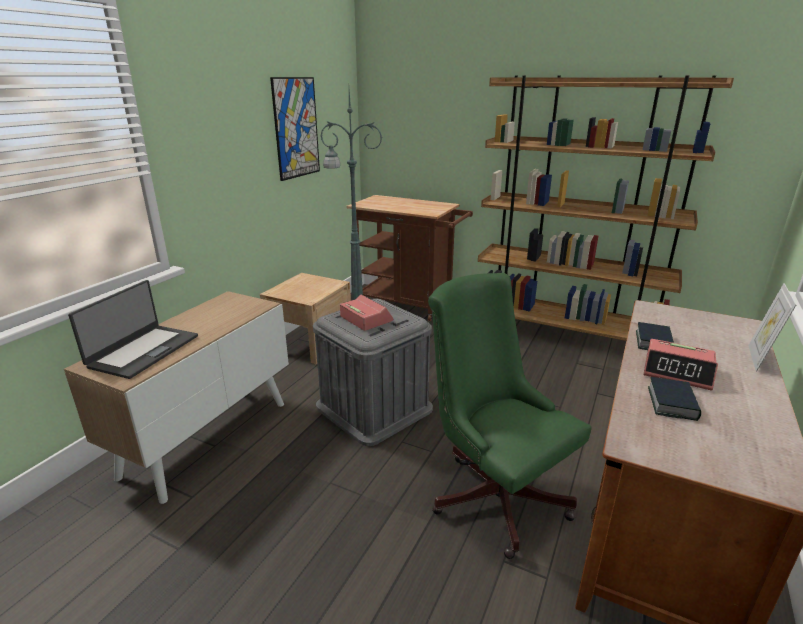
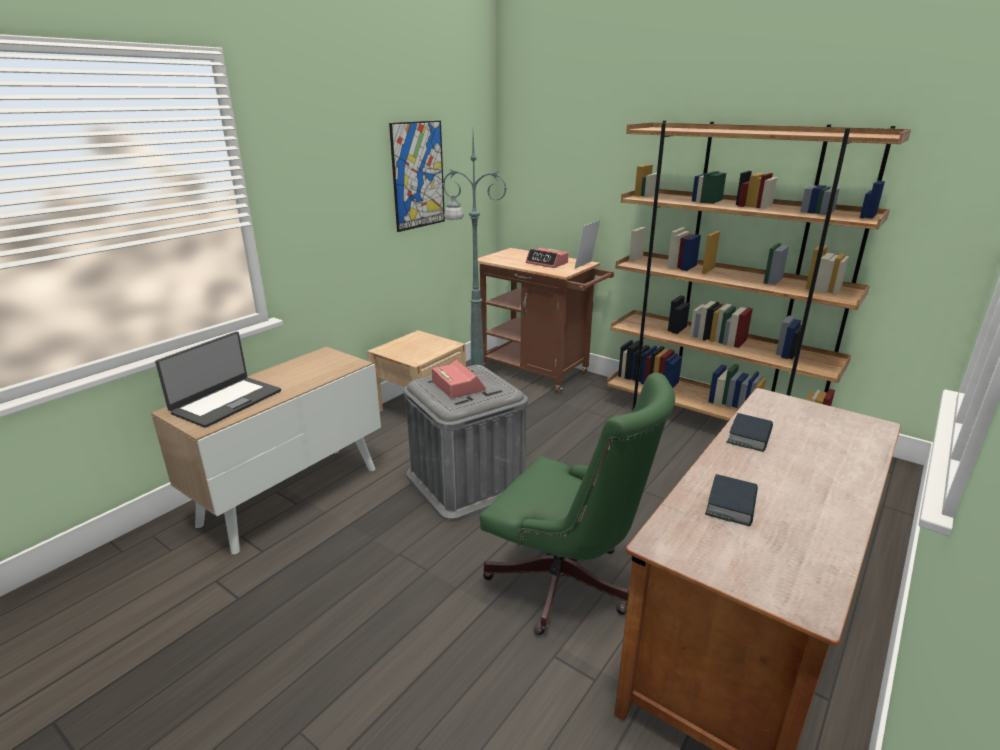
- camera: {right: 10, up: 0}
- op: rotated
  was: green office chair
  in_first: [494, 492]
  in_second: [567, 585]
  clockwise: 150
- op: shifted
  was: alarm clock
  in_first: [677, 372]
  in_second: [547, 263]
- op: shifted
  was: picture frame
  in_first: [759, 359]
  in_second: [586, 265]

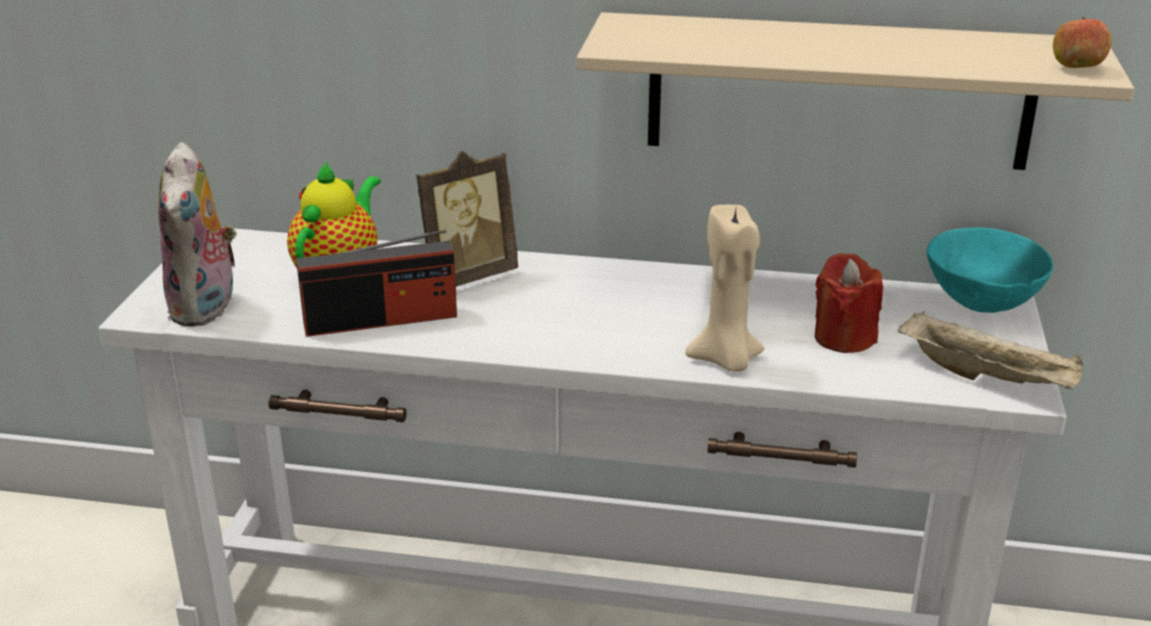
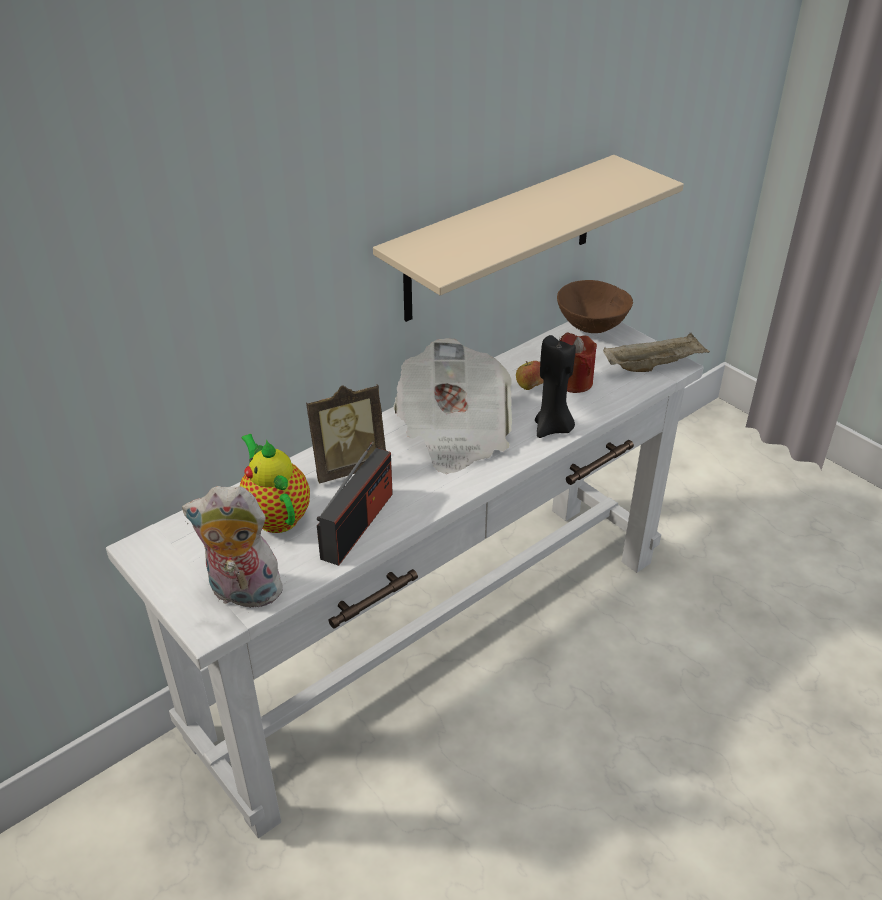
- camera: {right: -50, up: 10}
- op: rotated
  was: plush toy
  in_first: [207, 308]
  in_second: [242, 594]
  clockwise: 150
- op: rotated
  was: picture frame
  in_first: [465, 276]
  in_second: [347, 467]
  clockwise: 60
- op: repainted
  was: beige candle
  now: black candle
  in_first: [726, 360]
  in_second: [552, 428]
- op: repainted
  was: turquoise bowl
  now: brown bowl
  in_first: [979, 304]
  in_second: [590, 328]
- op: shifted
  was: apple
  in_first: [1076, 68]
  in_second: [530, 387]
- op: new
  now: newspaper
  in_second: [454, 433]

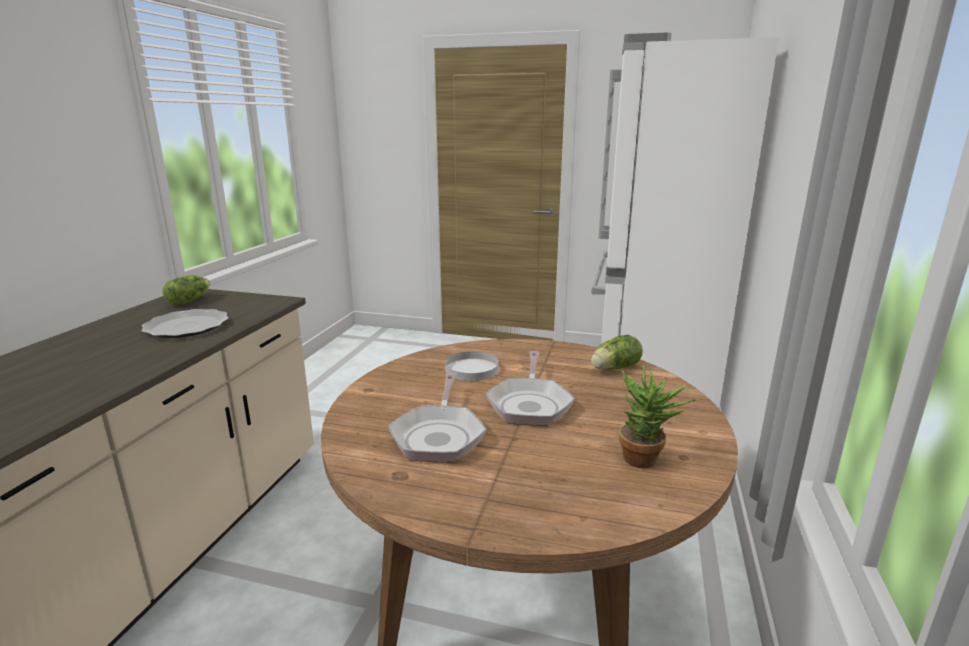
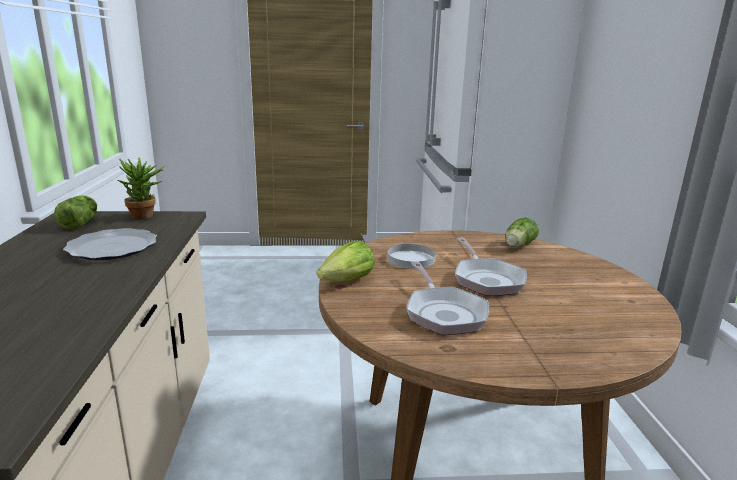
- camera: {right: -20, up: 0}
- op: shifted
  was: potted plant
  in_first: [646, 461]
  in_second: [146, 217]
- op: new
  now: lettuce
  in_second: [347, 281]

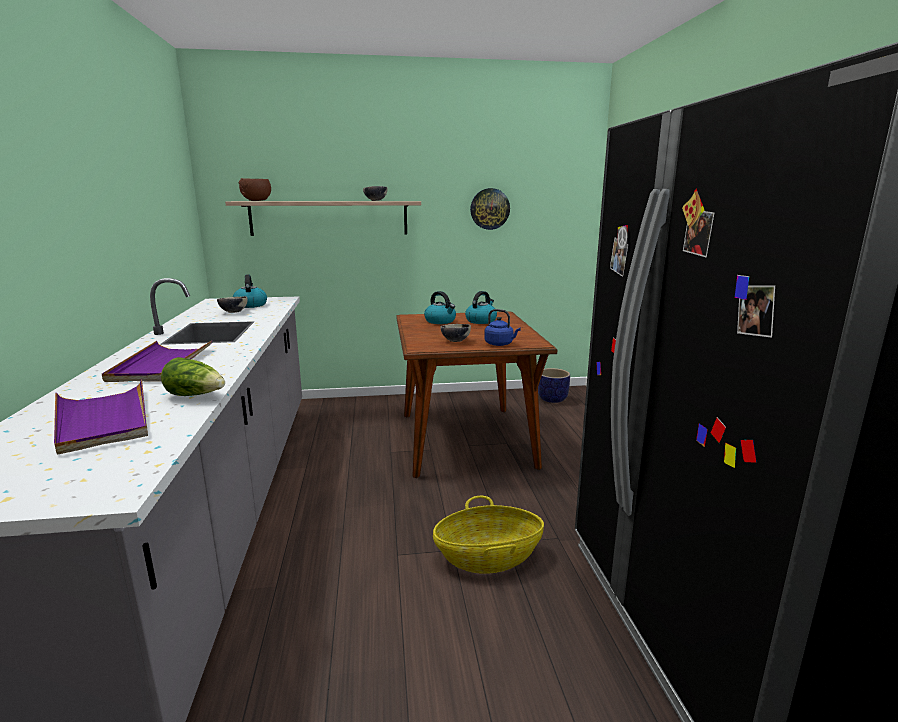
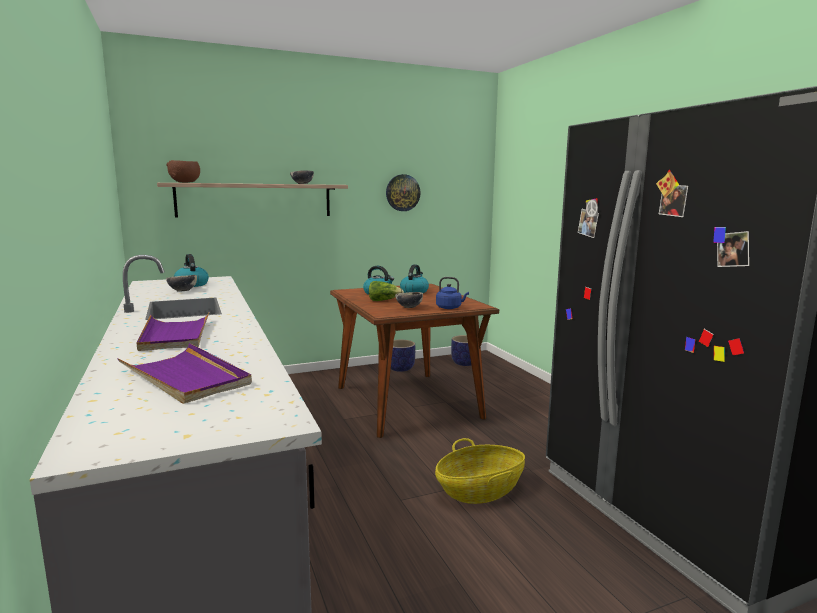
- camera: {right: -15, up: -5}
- op: shifted
  was: lettuce
  in_first: [196, 395]
  in_second: [384, 300]
- op: new
  now: planter
  in_second: [400, 368]

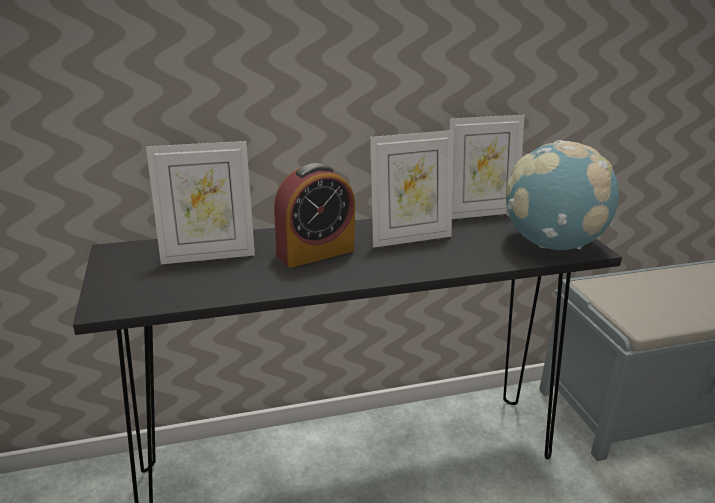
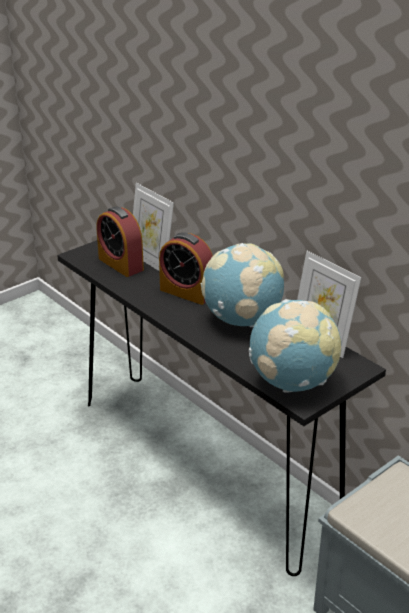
- camera: {right: 65, up: 5}
- op: swapped
  was: picture frame
  now: globe
  in_first: [409, 238]
  in_second: [242, 320]
- op: new
  now: alarm clock
  in_second: [121, 264]

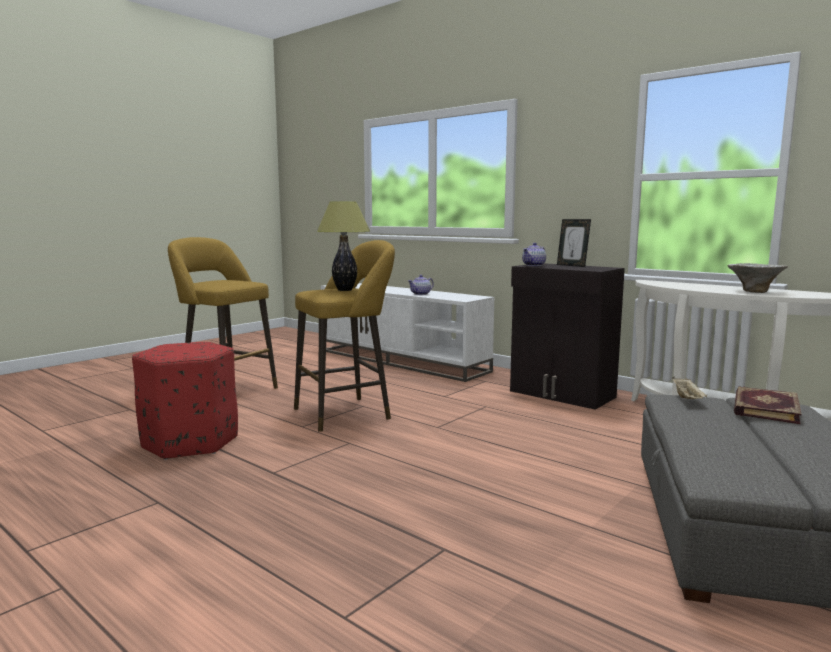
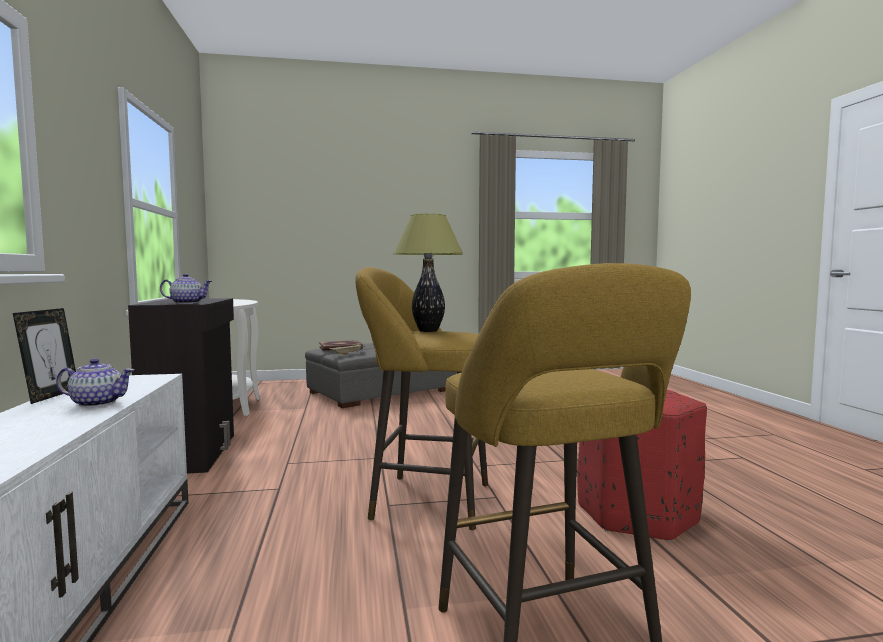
- camera: {right: -140, up: -5}
- op: shifted
  was: picture frame
  in_first: [572, 265]
  in_second: [51, 396]
- op: gone
  was: bowl
  in_first: [753, 291]

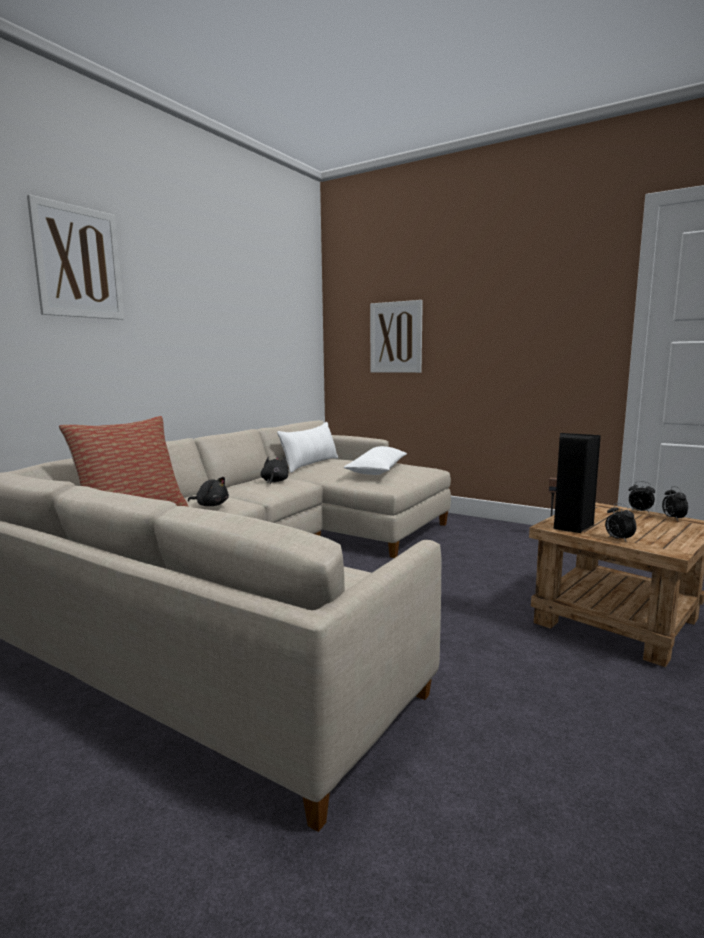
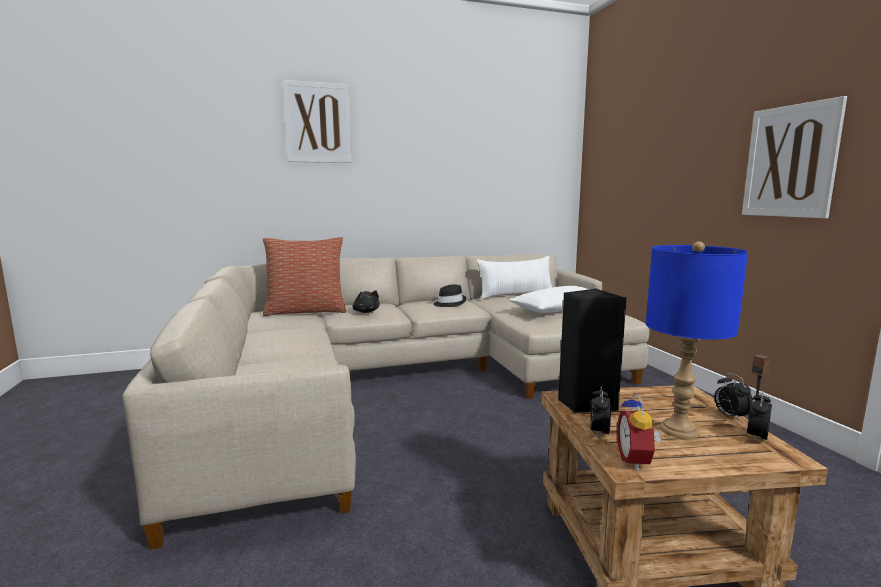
- camera: {right: 40, up: 0}
- op: swapped
  was: black plush toy
  now: black hat
  in_first: [274, 481]
  in_second: [449, 303]
- op: shifted
  was: picture
  in_first: [396, 337]
  in_second: [790, 161]
- op: new
  now: alarm clock
  in_second: [637, 461]
- op: new
  now: blue table lamp
  in_second: [680, 430]

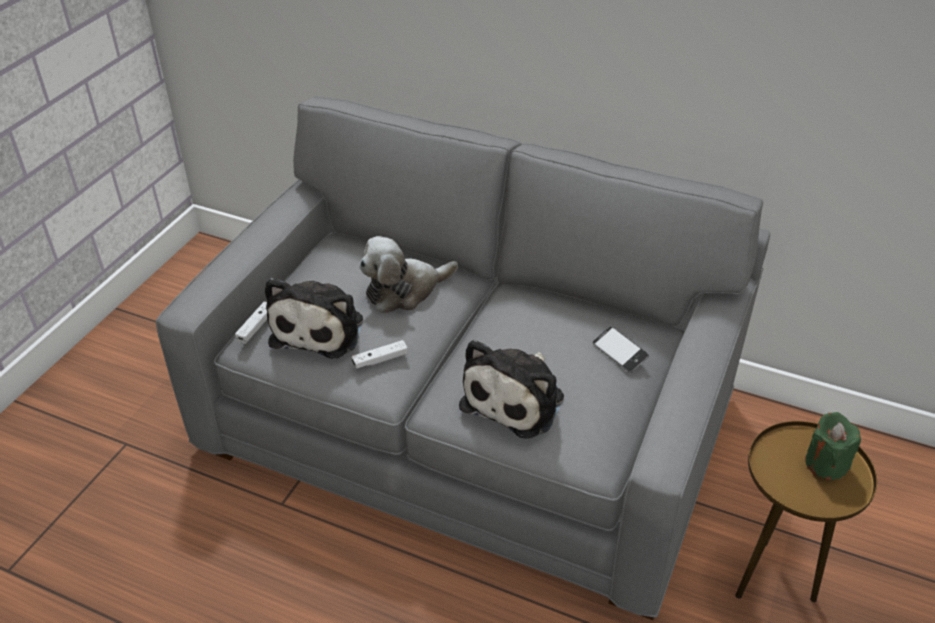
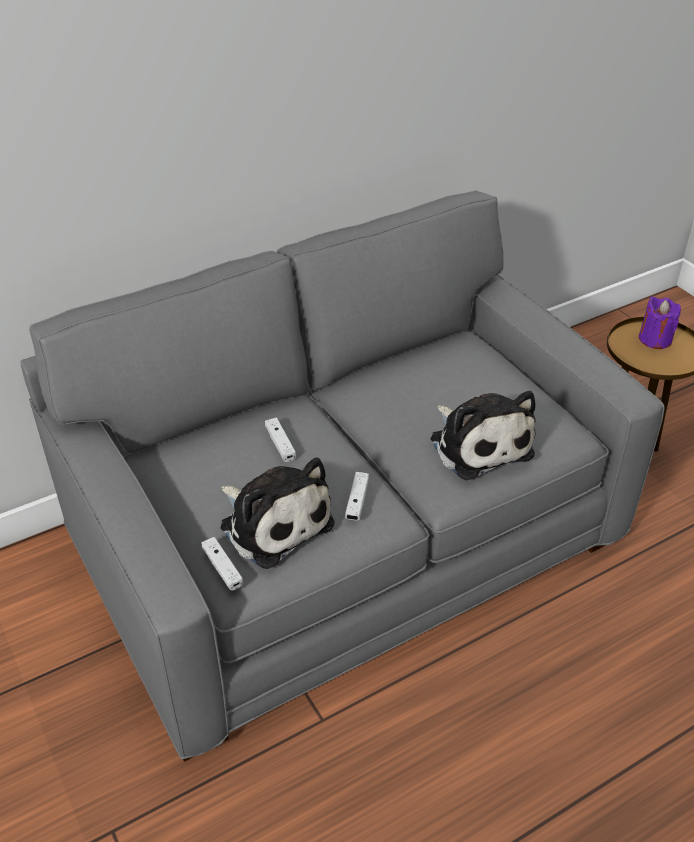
- camera: {right: -55, up: 0}
- op: swapped
  was: plush toy
  now: white game controller
  in_first: [405, 291]
  in_second: [280, 444]
- op: gone
  was: phone
  in_first: [619, 353]
- op: repainted
  was: green candle
  now: purple candle
  in_first: [826, 464]
  in_second: [655, 339]

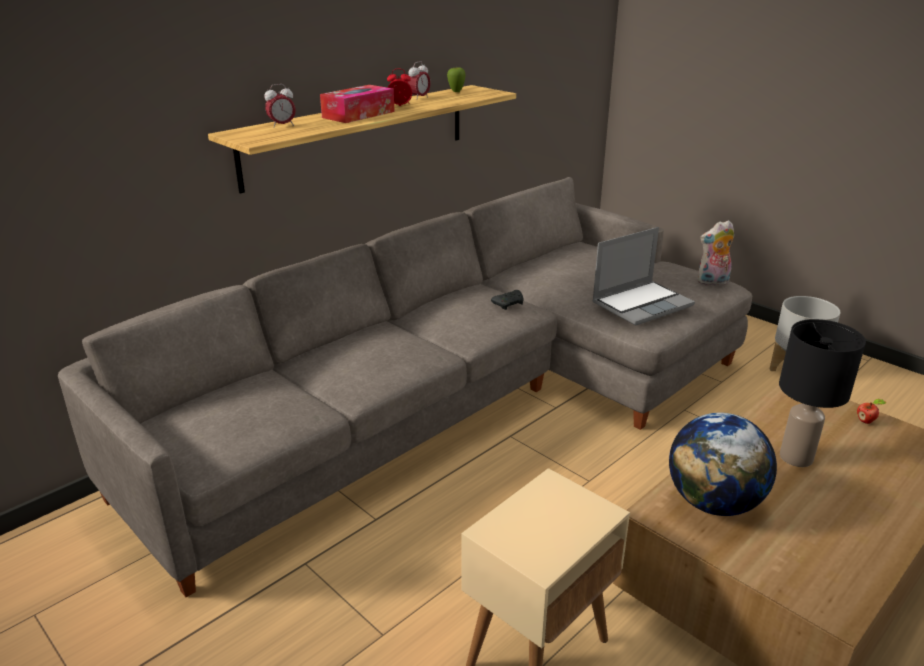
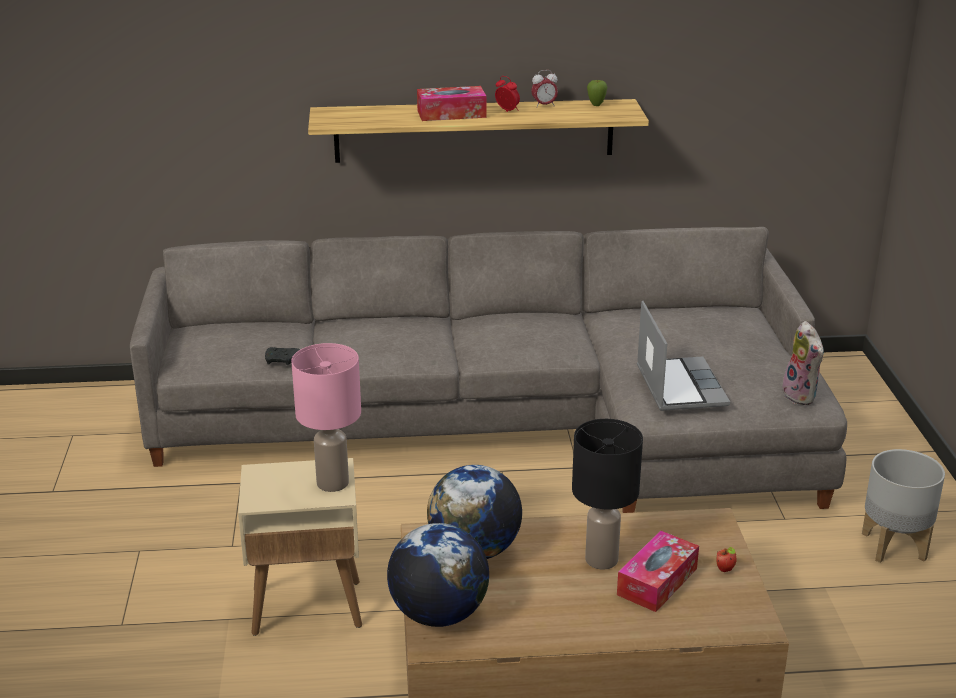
- camera: {right: 40, up: 0}
- op: gone
  was: alarm clock
  in_first: [282, 126]
- op: shifted
  was: black game controller
  in_first: [509, 304]
  in_second: [282, 361]
- op: rotated
  was: laptop
  in_first: [642, 304]
  in_second: [679, 386]
  clockwise: -105
- op: rotated
  was: plush toy
  in_first: [712, 282]
  in_second: [802, 396]
  clockwise: -135
- op: new
  now: pink table lamp
  in_second: [331, 483]
- op: new
  now: globe
  in_second: [438, 614]
- op: new
  now: tissue box
  in_second: [657, 581]

